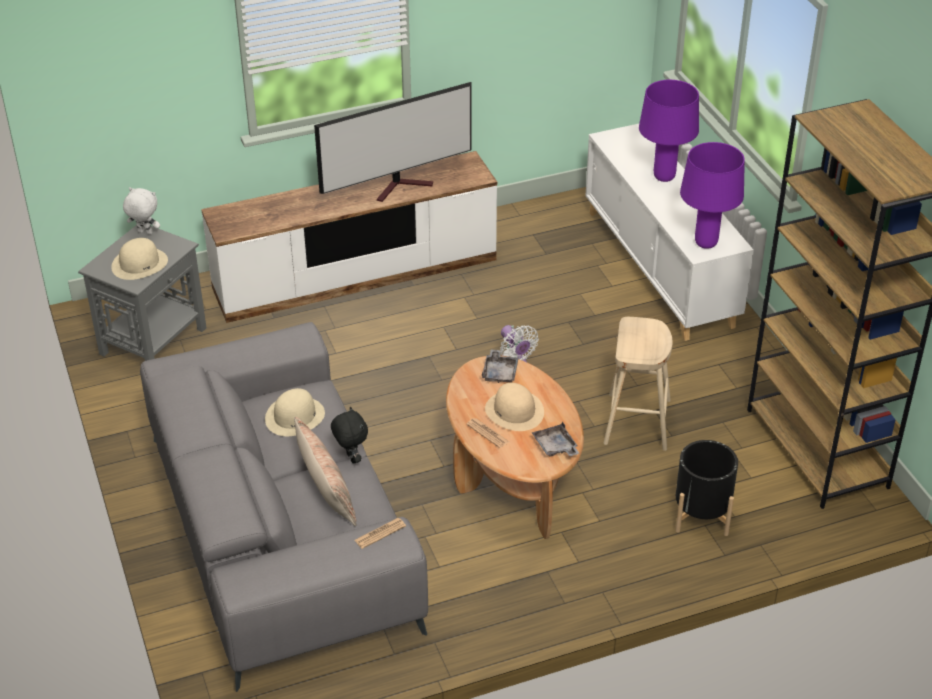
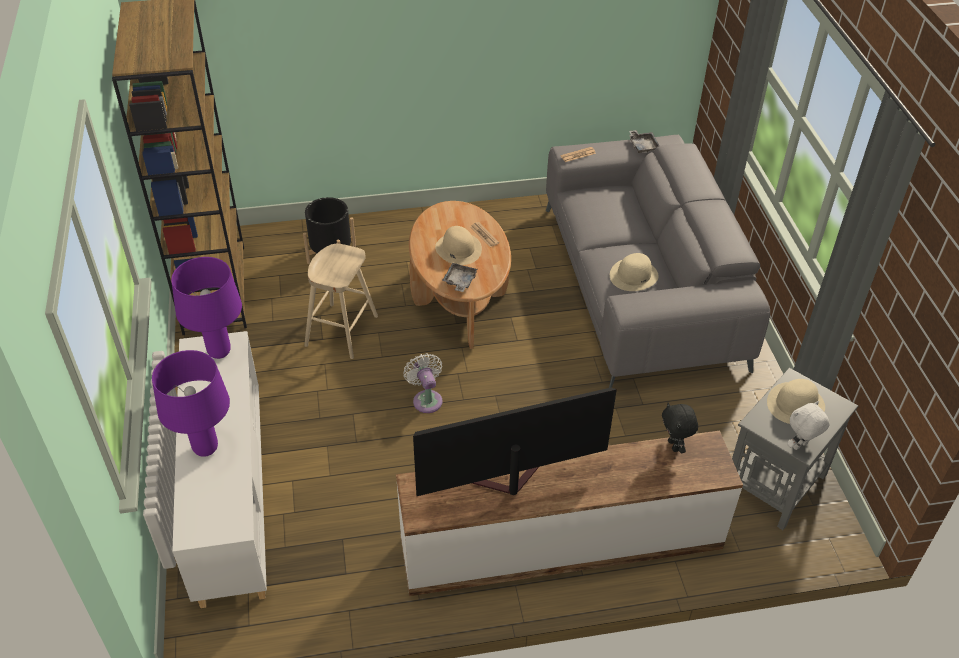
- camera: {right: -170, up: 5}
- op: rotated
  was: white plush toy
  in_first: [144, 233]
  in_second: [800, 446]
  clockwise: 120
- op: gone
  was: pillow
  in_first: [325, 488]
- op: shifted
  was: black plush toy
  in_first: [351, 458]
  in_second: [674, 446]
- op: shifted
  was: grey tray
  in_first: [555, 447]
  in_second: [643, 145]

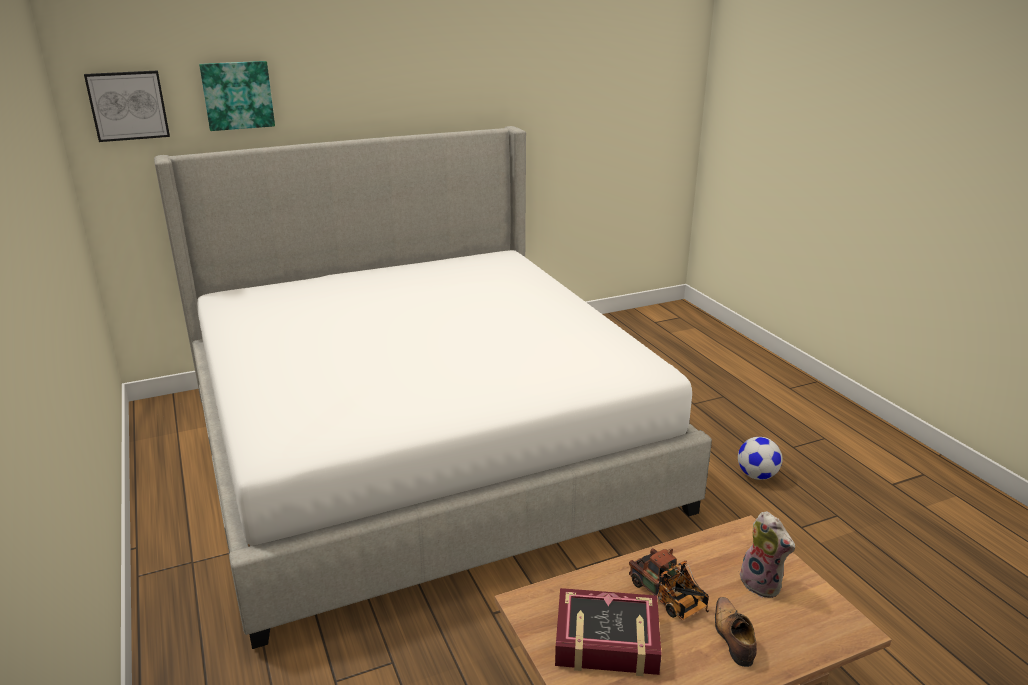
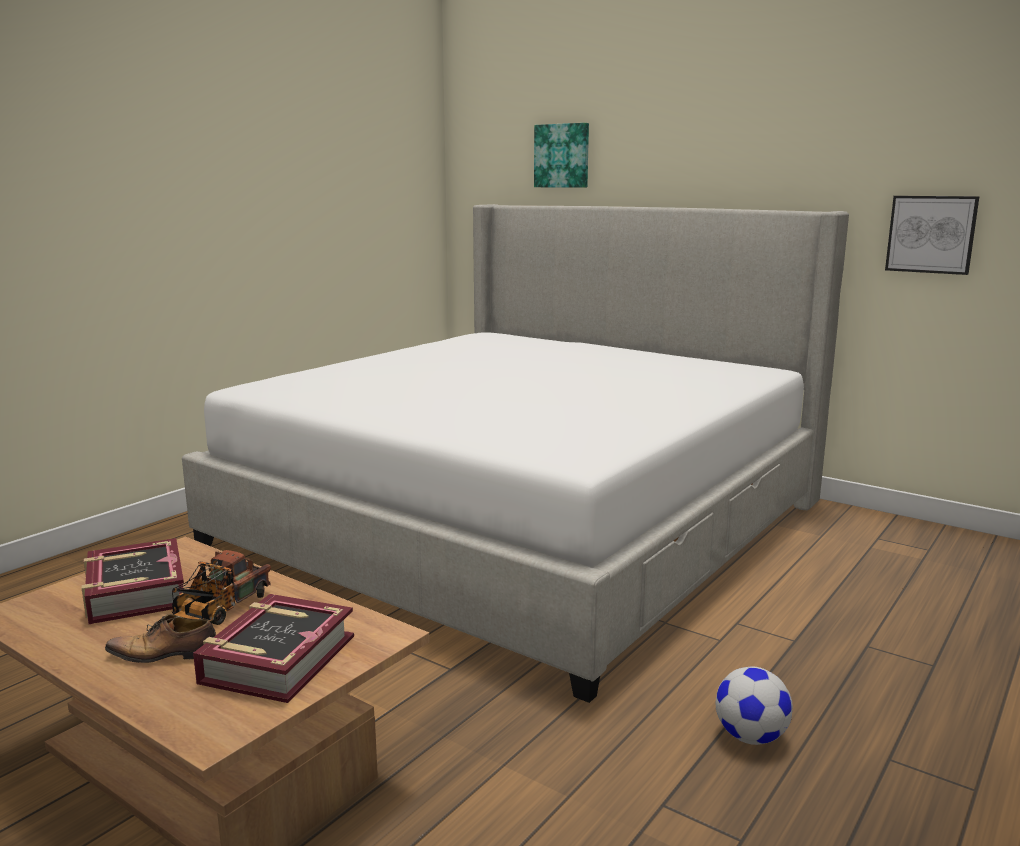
- camera: {right: 60, up: -10}
- op: shifted
  was: picture
  in_first: [128, 105]
  in_second: [931, 234]
- op: rotated
  was: shoe
  in_first: [733, 637]
  in_second: [164, 654]
  clockwise: -150
- op: swapped
  was: plush toy
  now: book
  in_first: [763, 584]
  in_second: [277, 659]

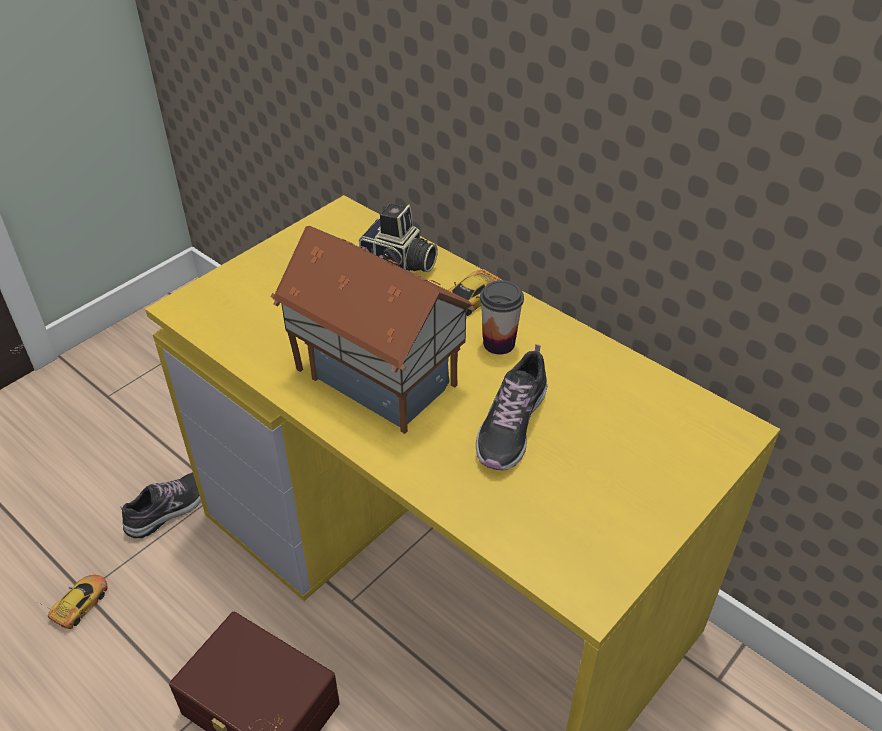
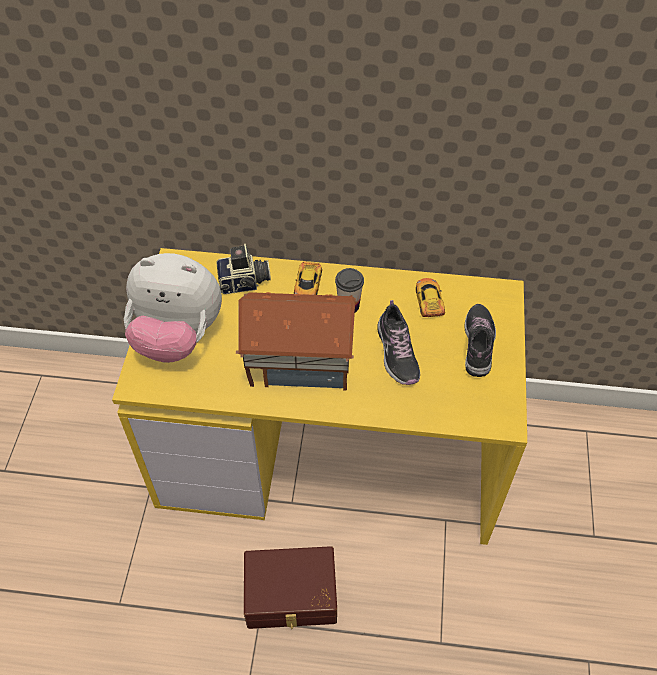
- camera: {right: -35, up: 10}
- op: shifted
  was: toy car
  in_first: [80, 604]
  in_second: [429, 300]
- op: shifted
  was: shoe
  in_first: [168, 509]
  in_second: [478, 344]
- op: new
  now: plush toy
  in_second: [177, 336]

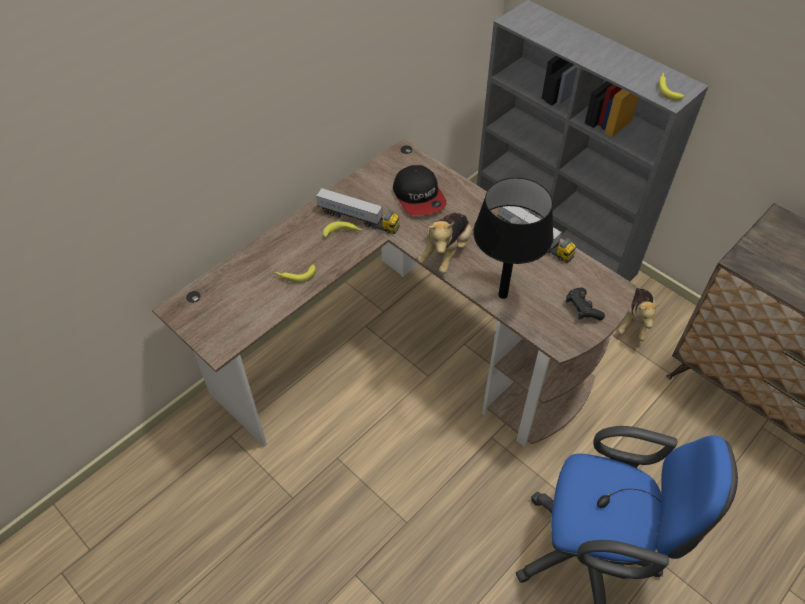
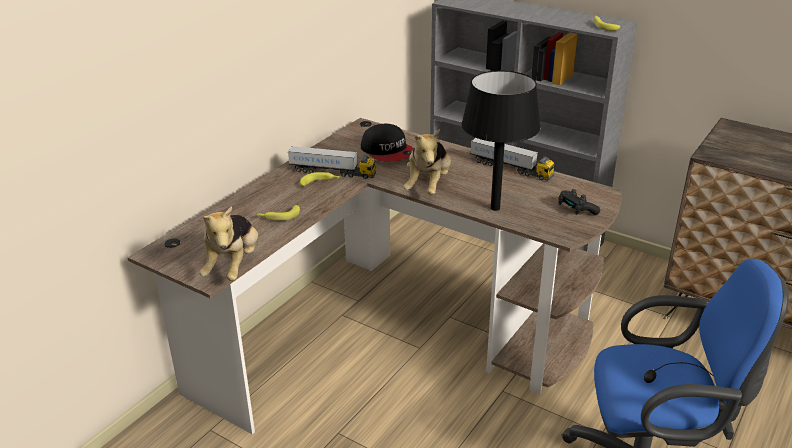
- camera: {right: -10, up: -20}
- op: shifted
  was: plush toy
  in_first: [634, 321]
  in_second: [234, 266]

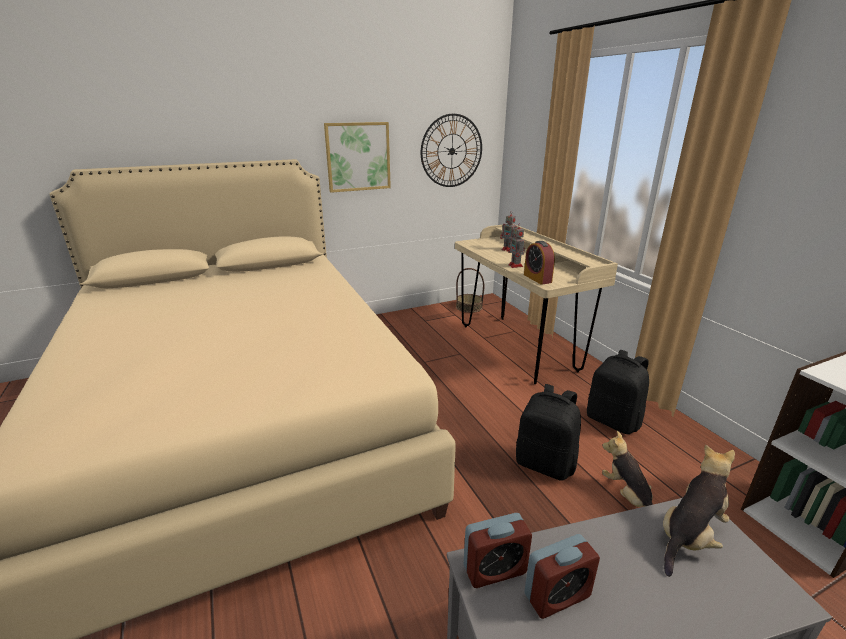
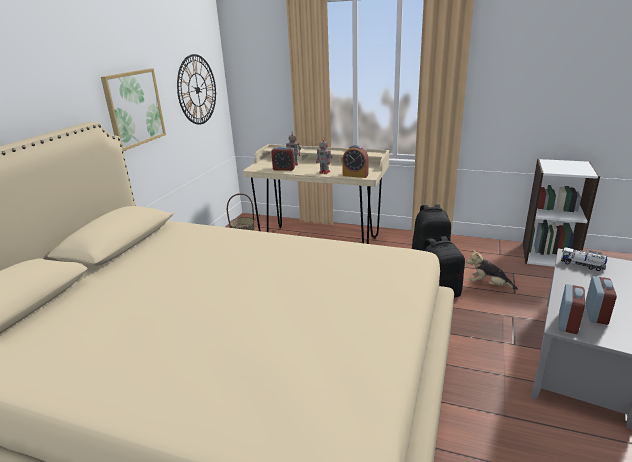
- camera: {right: -45, up: 0}
- op: swapped
  was: plush toy
  now: toy truck
  in_first: [689, 536]
  in_second: [582, 265]
- op: new
  now: alarm clock
  in_second: [284, 169]

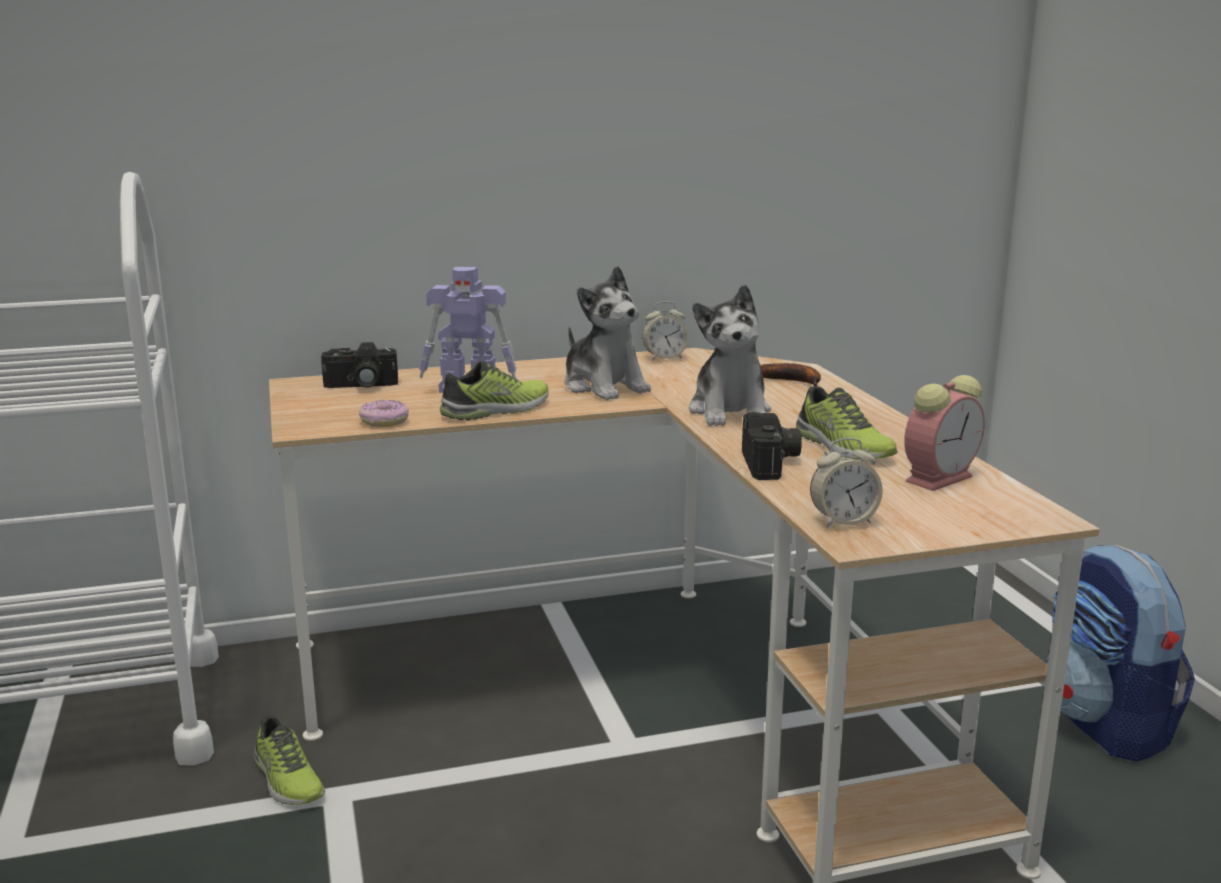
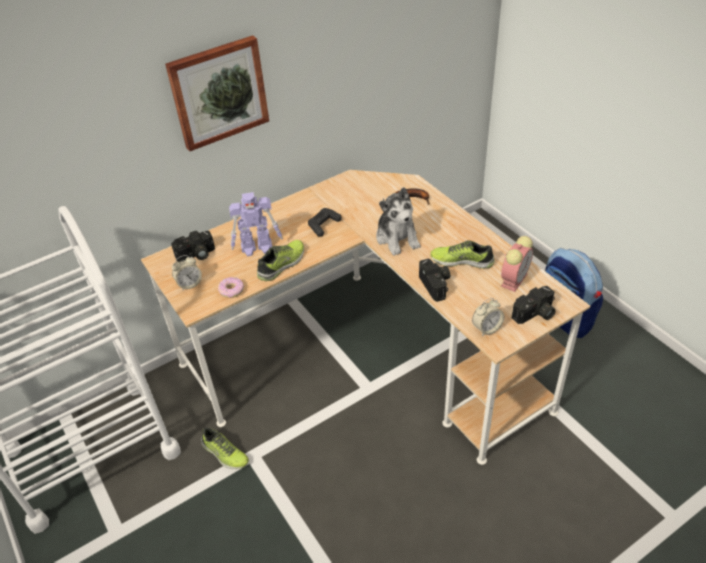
- camera: {right: -15, up: 25}
- op: swapped
  was: plush toy
  now: black game controller
  in_first: [604, 386]
  in_second: [324, 225]
- op: shifted
  was: alarm clock
  in_first: [664, 358]
  in_second: [189, 284]
- op: rotated
  was: shoe
  in_first: [842, 447]
  in_second: [462, 260]
  clockwise: 150
- op: new
  now: picture
  in_second: [218, 92]
- op: new
  now: photo camera
  in_second: [535, 314]

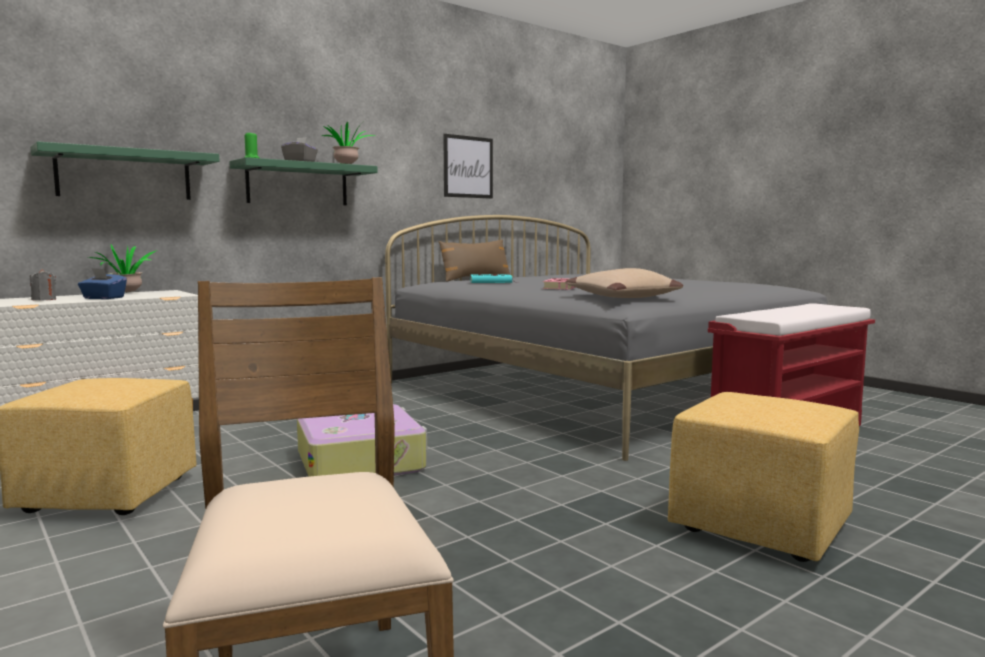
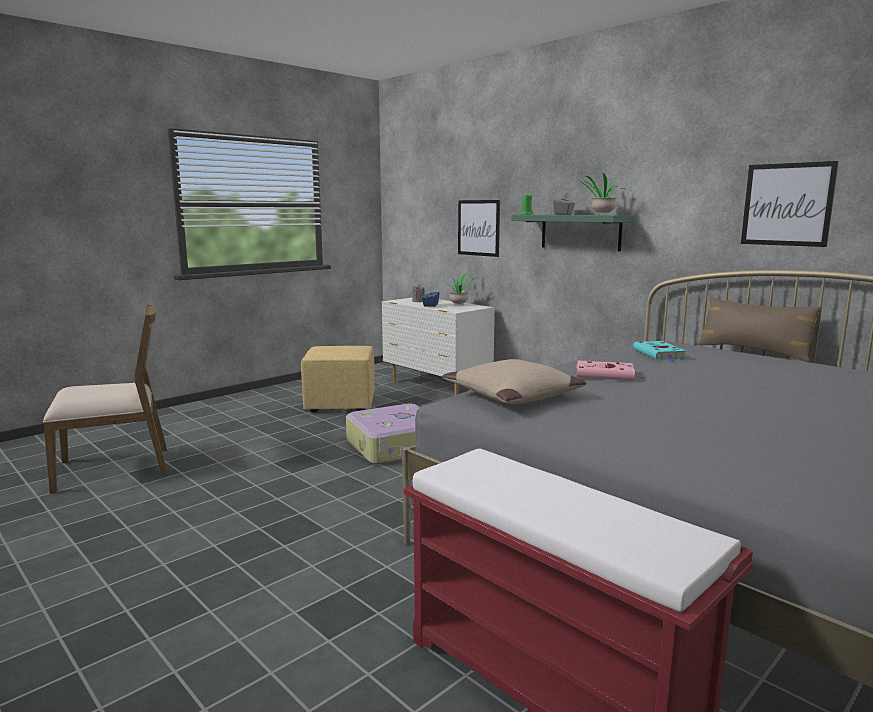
- camera: {right: 85, up: 5}
- op: swapped
  was: green shelf
  now: picture
  in_first: [124, 175]
  in_second: [478, 228]
- op: gone
  was: yellow ottoman
  in_first: [763, 528]

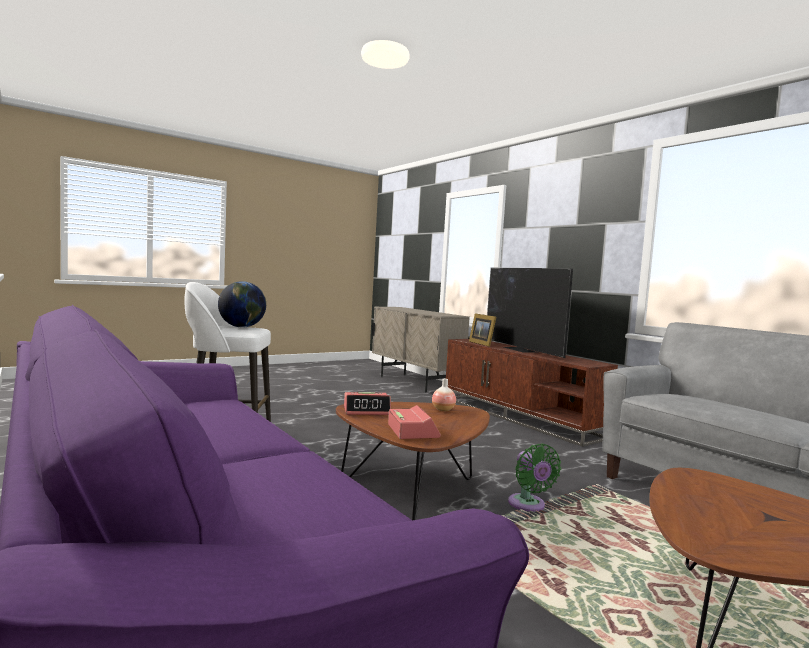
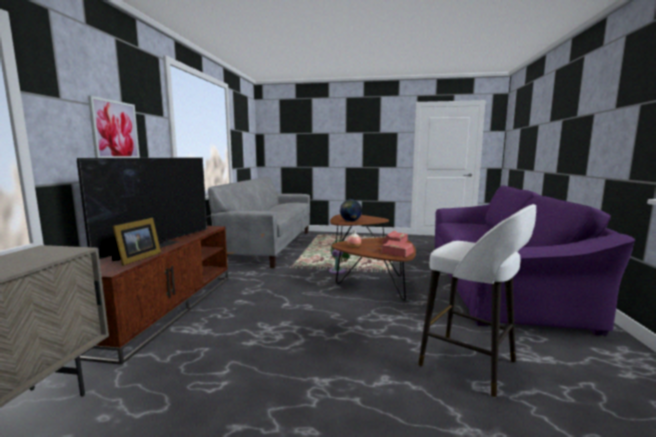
- camera: {right: -135, up: 5}
- op: shifted
  was: globe
  in_first: [242, 327]
  in_second: [350, 221]
- op: new
  now: picture
  in_second: [115, 130]

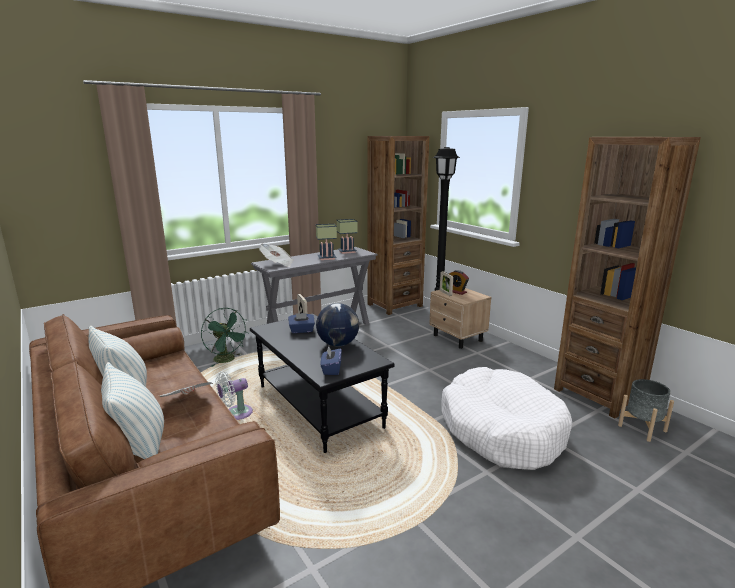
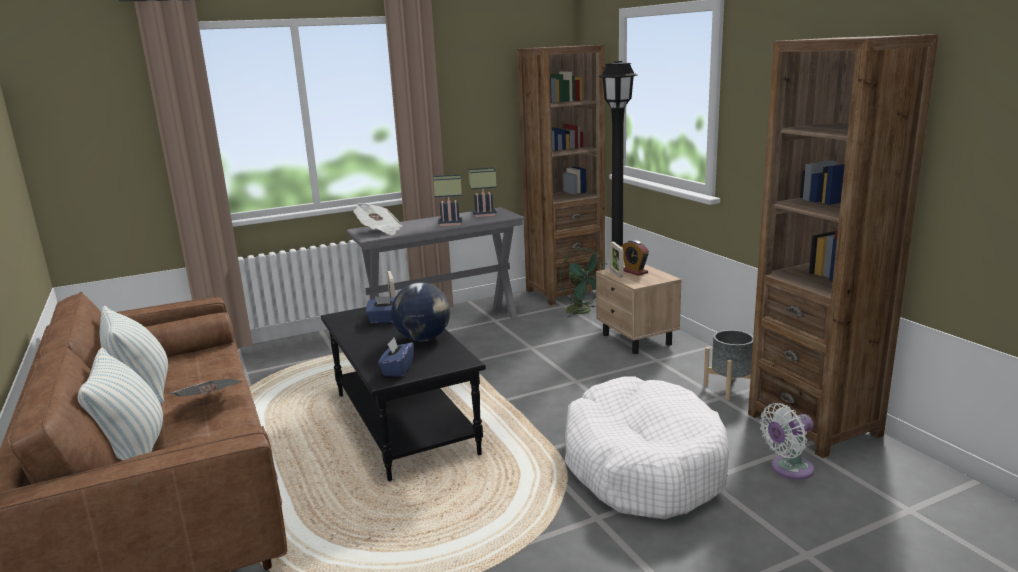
- camera: {right: 10, up: 0}
- op: shifted
  was: green fan
  in_first: [227, 360]
  in_second: [583, 312]
- op: shifted
  was: white fan
  in_first: [236, 414]
  in_second: [788, 469]
- op: shifted
  was: grey planter
  in_first: [642, 428]
  in_second: [730, 388]

